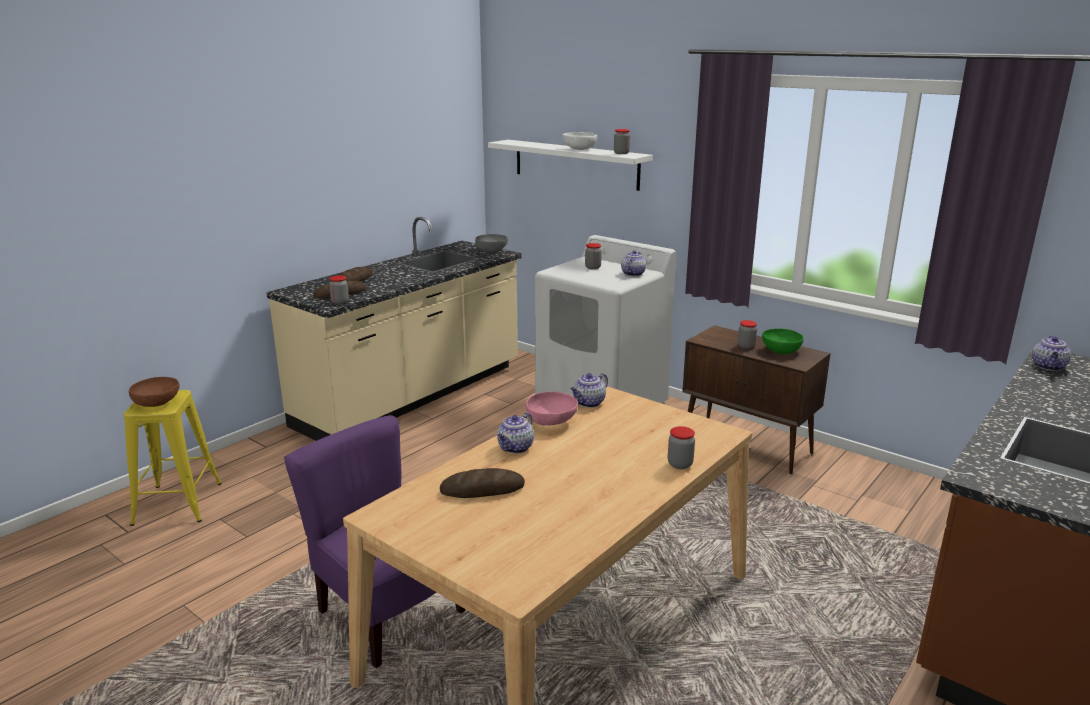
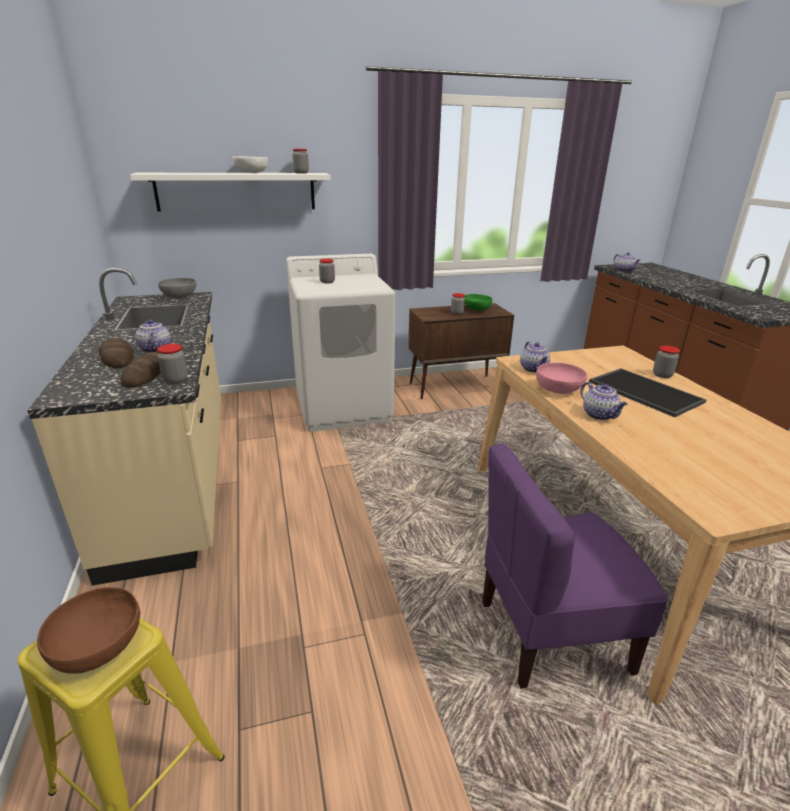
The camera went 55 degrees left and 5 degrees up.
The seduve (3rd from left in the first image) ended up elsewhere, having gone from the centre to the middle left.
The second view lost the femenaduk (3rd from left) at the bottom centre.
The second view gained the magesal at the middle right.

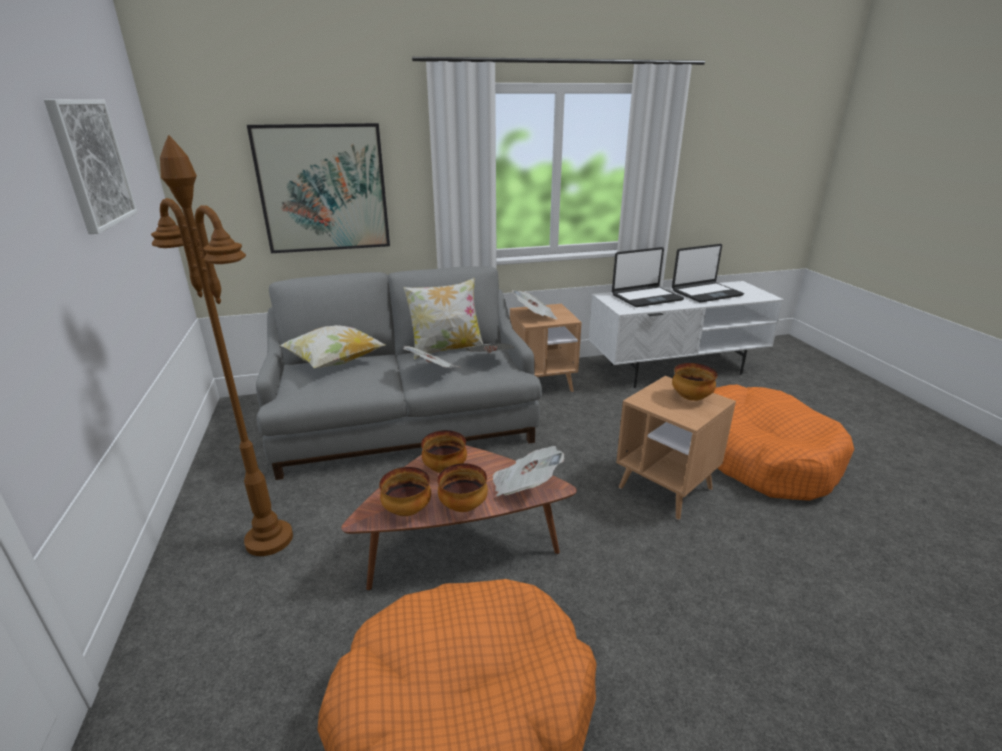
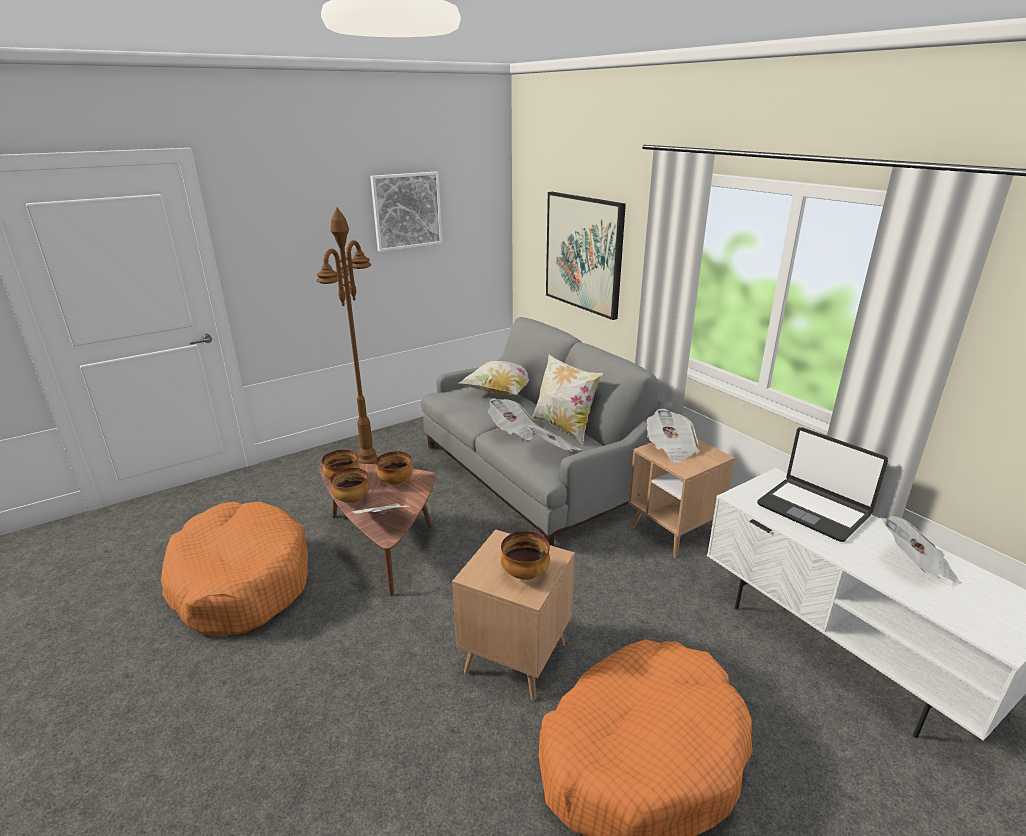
The camera went 70 degrees right and 0 degrees up.
Where the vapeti (2nd from left) stood at the middle right, the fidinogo (5th from left) came to stand at the middle right.

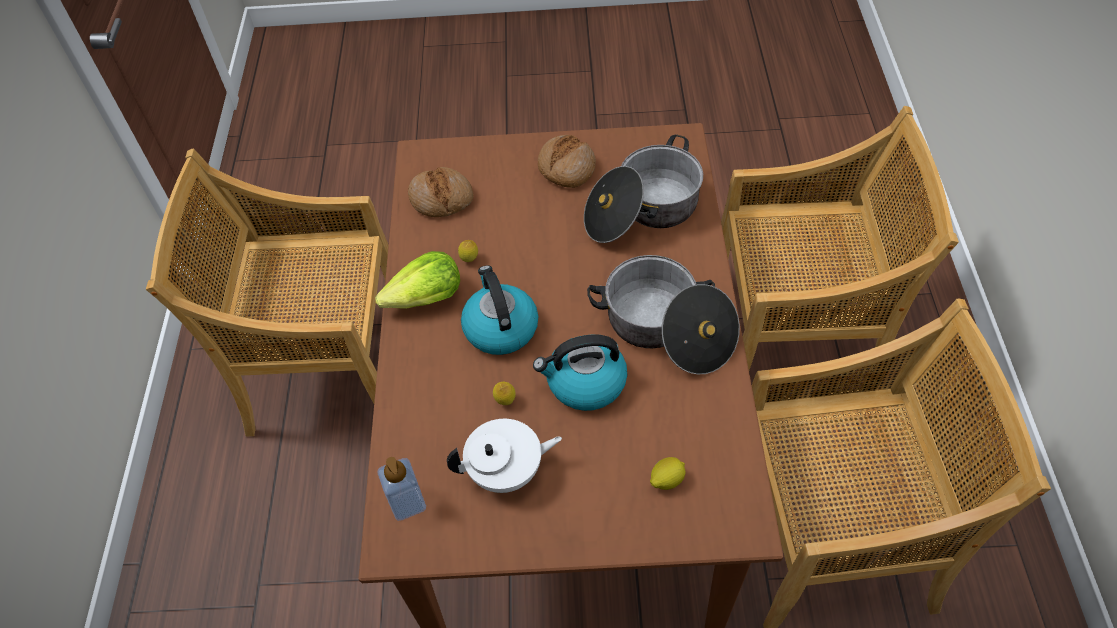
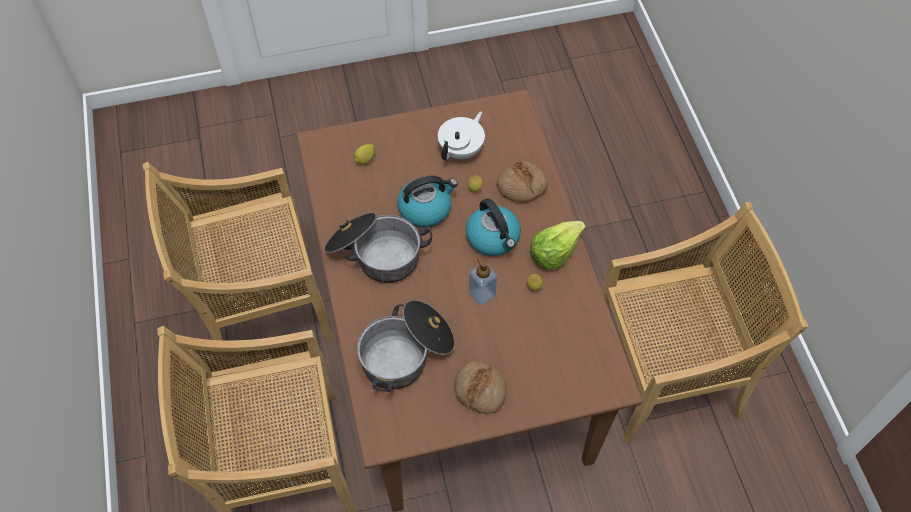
The camera went 165 degrees right and 5 degrees up.
The femenaduk (1st from left in the first image) ended up elsewhere, having gone from the top centre to the centre.
The seduve (white) at the bottom centre ended up facing another way, 150 degrees clockwise from before.
The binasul ended up elsewhere, having gone from the bottom centre to the centre.

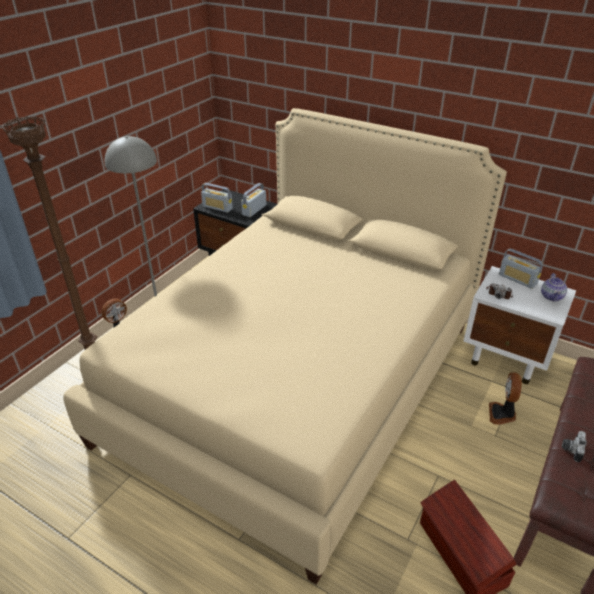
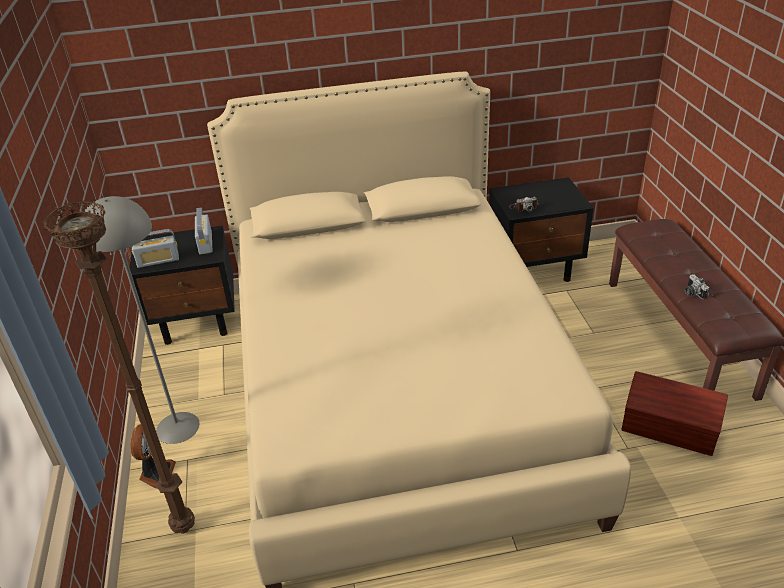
The camera went 40 degrees left and 0 degrees up.
The second view lost the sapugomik (3rd from left) at the middle right.
What was the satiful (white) at the middle right turned into the satiful (black) (2nd from left) at the middle right.
The second view lost the seduve at the middle right.
The second view lost the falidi (2nd from left) at the bottom right.

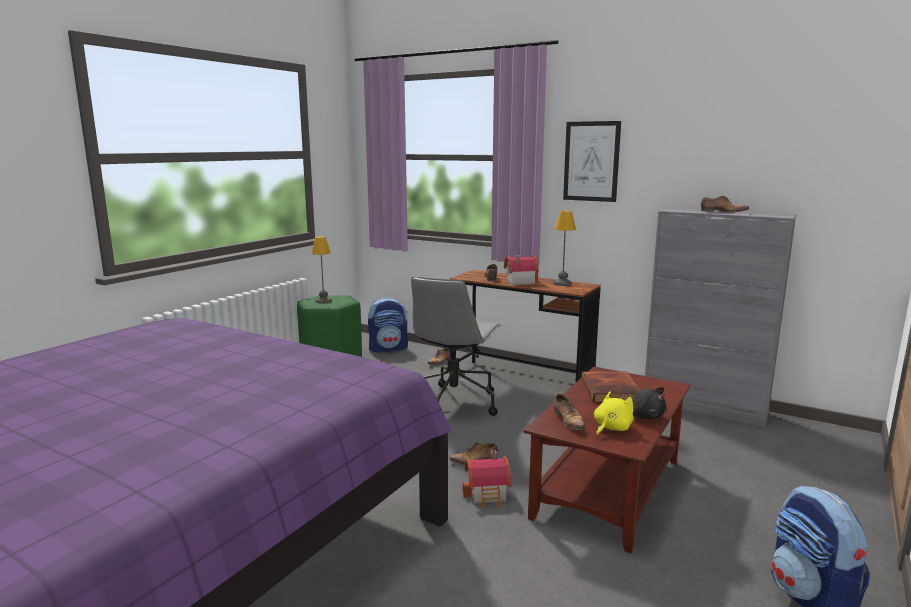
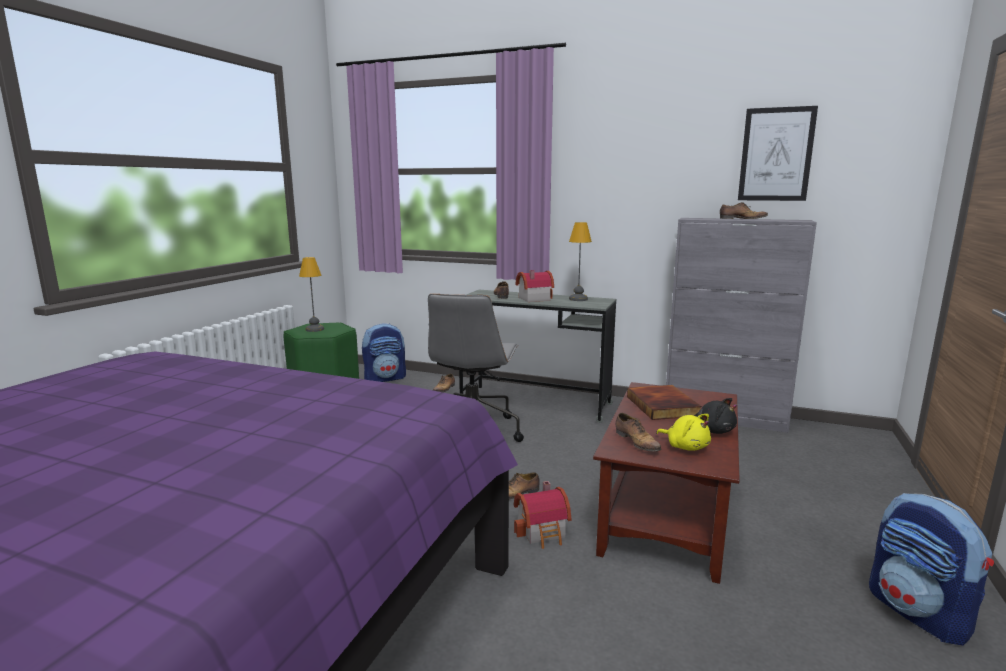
The camera went 10 degrees left and 0 degrees up.
The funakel ended up elsewhere, having gone from the top centre to the top right.
What was the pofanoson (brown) at the centre turned into the pofanoson (grey) at the centre.
The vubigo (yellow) at the bottom right ended up facing another way, 105 degrees clockwise from before.

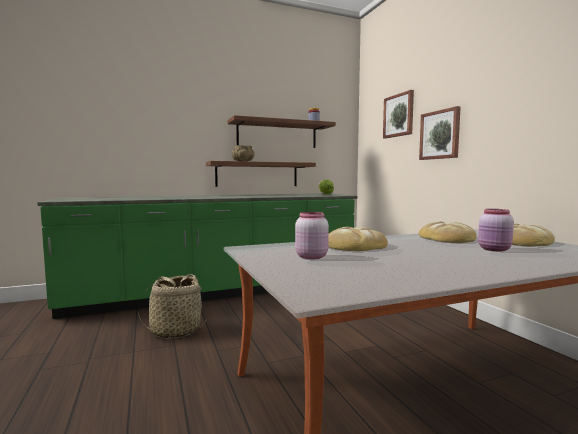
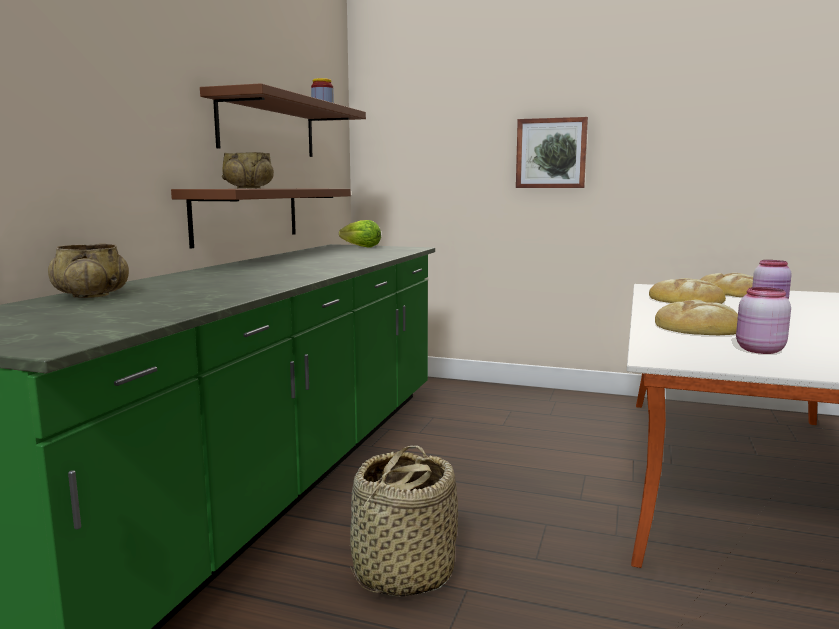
The camera went 50 degrees left and 5 degrees up.
The second view lost the funakel (1st from left) at the top right.
The second view gained the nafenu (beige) (1st from left) at the middle left.

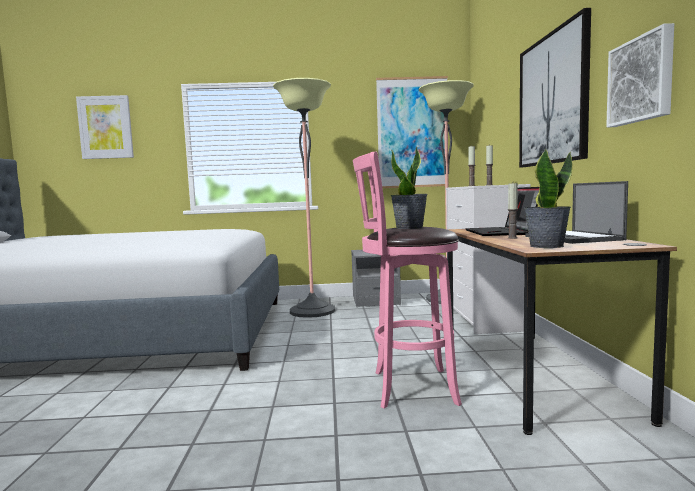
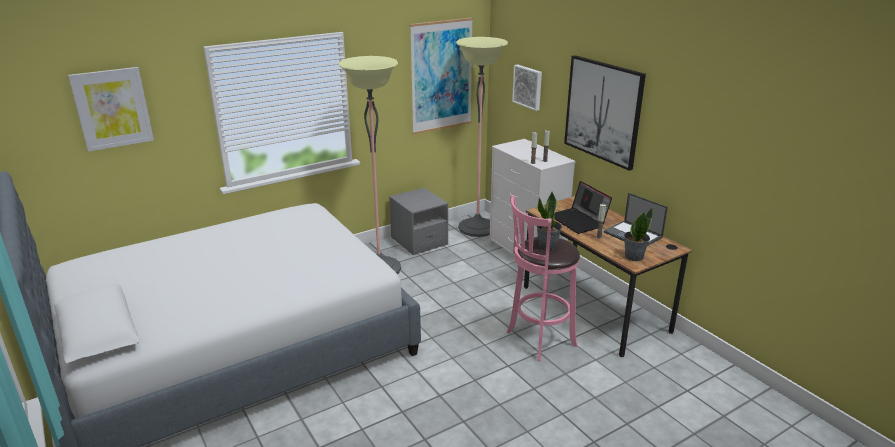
The camera went 30 degrees left and 20 degrees up.
The funakel (4th from left in the first image) ended up elsewhere, having gone from the top right to the top centre.

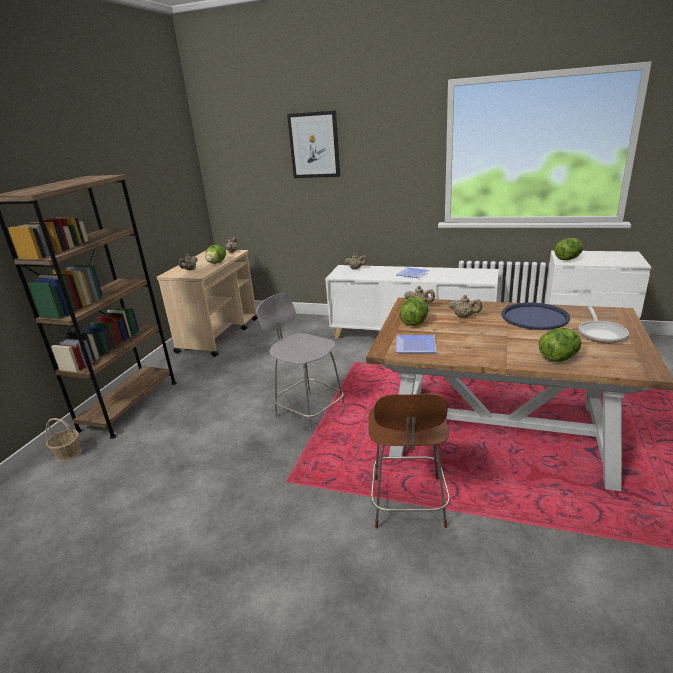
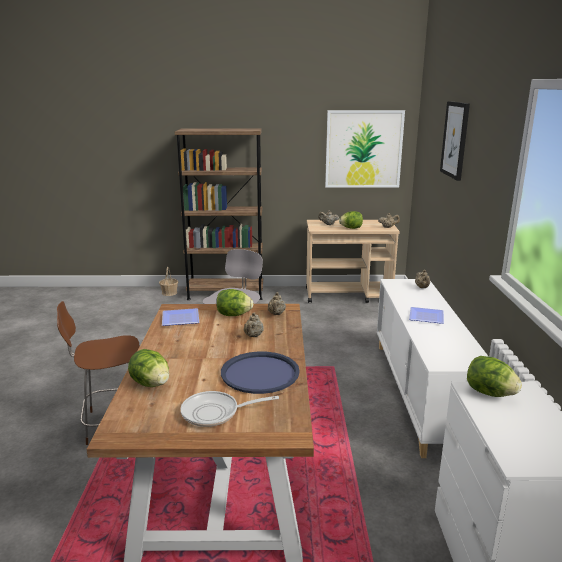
The camera went 70 degrees right and 5 degrees down.
The second view gained the funakel (1st from left) at the top centre.

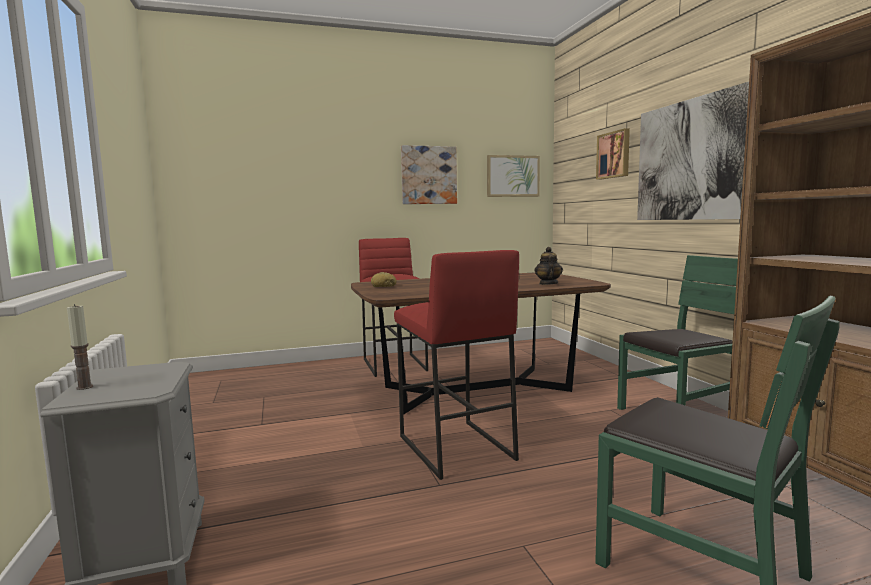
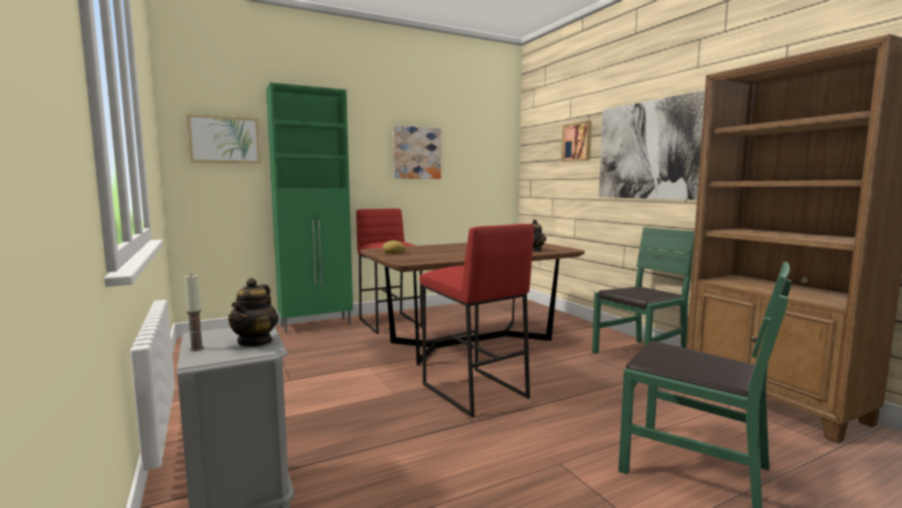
The camera went 10 degrees left and 0 degrees up.
The funakel (2nd from left in the first image) ended up elsewhere, having gone from the top centre to the top left.
The second view gained the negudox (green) at the centre.
The second view gained the seduve (1st from left) at the middle left.

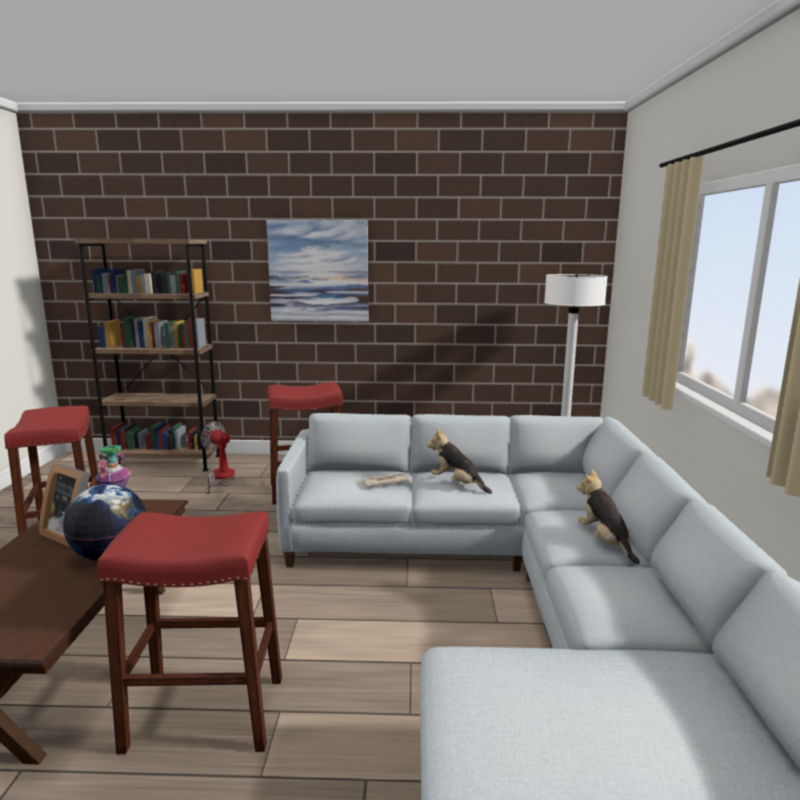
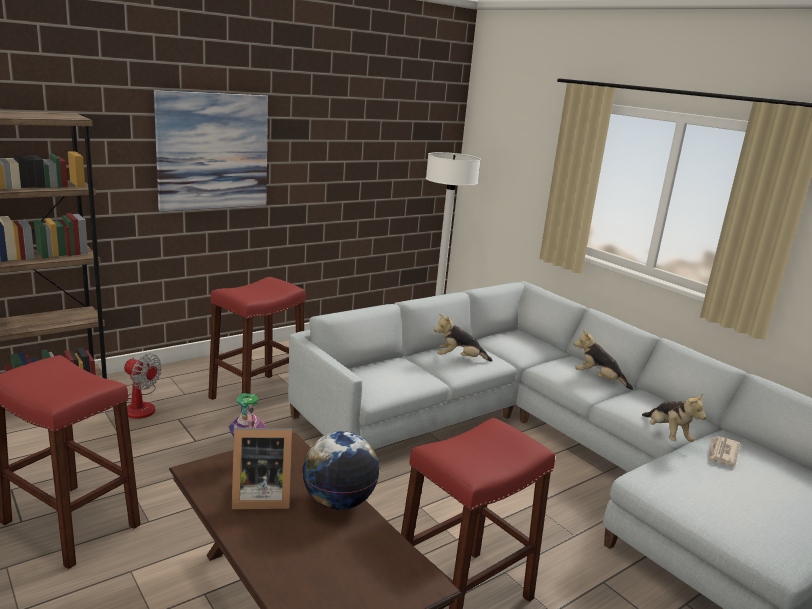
The camera went 40 degrees left and 5 degrees up.
The falidi at the middle left ended up facing another way, 150 degrees counterclockwise from before.
The fidinogo ended up elsewhere, having gone from the centre to the bottom right.
The second view gained the vubigo (3rd from left) at the bottom right.

